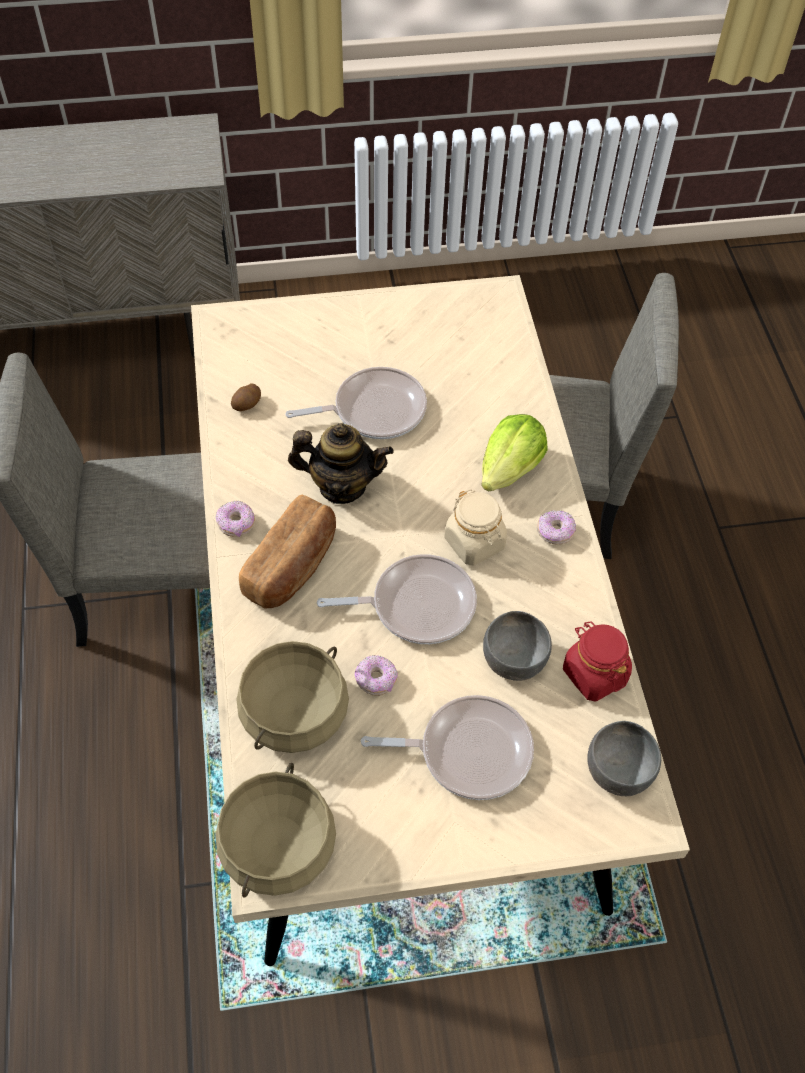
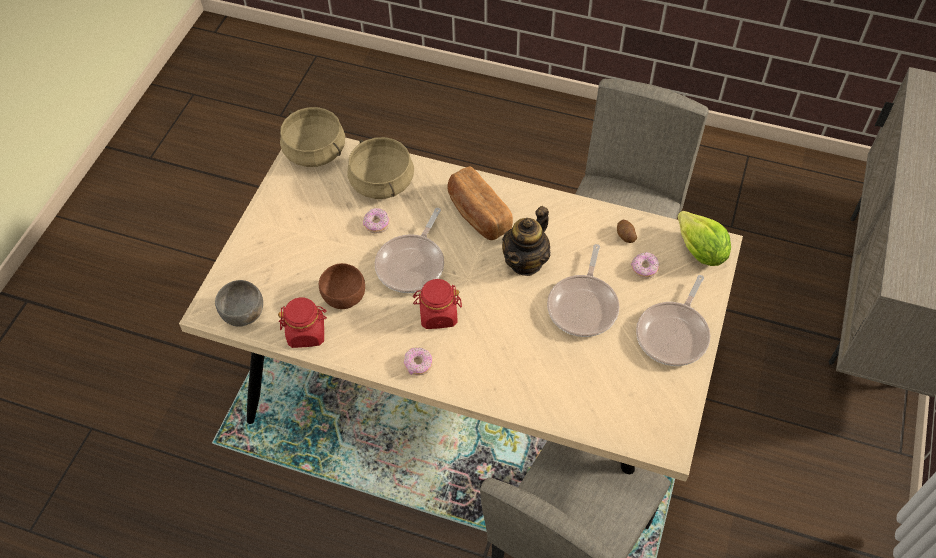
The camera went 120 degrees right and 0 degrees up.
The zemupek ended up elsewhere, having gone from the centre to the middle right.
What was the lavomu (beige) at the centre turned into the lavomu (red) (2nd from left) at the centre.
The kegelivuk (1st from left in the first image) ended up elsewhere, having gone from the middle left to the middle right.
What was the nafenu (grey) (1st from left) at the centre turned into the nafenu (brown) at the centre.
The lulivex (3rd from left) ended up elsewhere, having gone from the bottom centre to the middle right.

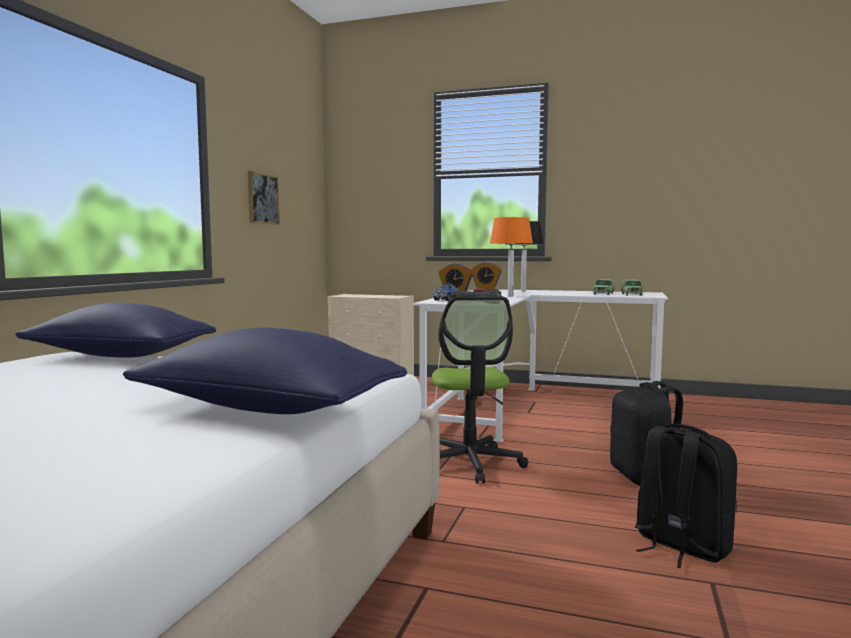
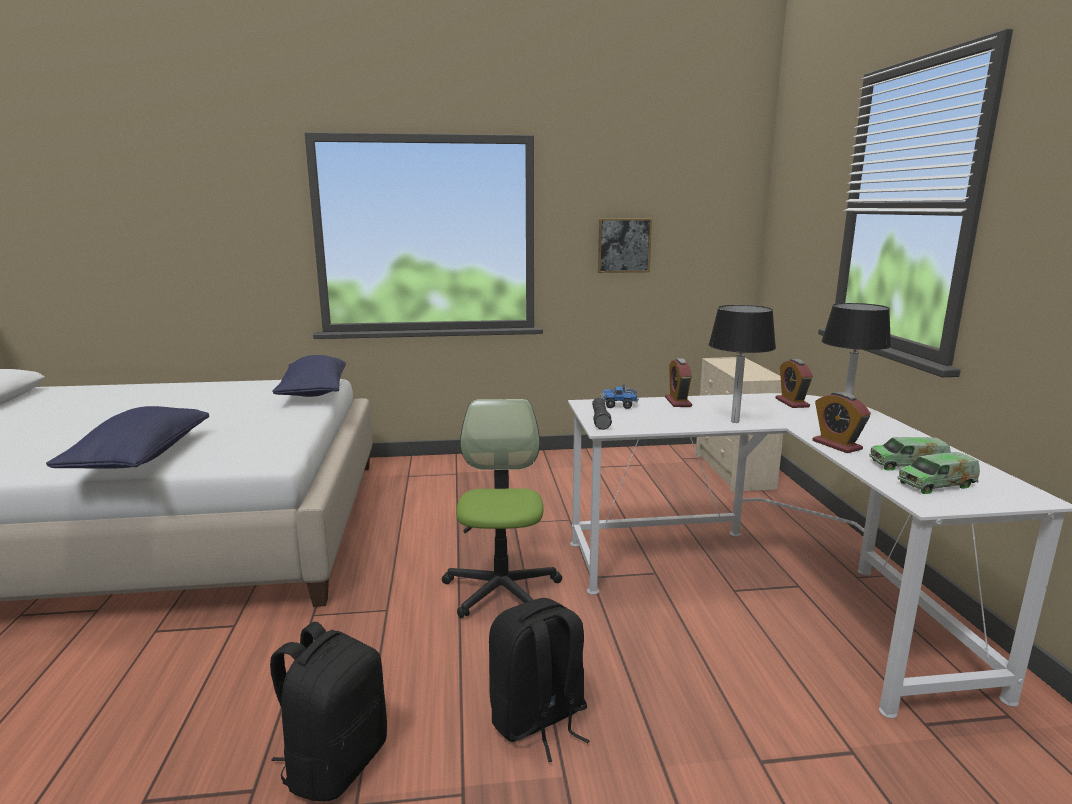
The camera went 65 degrees right and 10 degrees up.
What was the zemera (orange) at the centre turned into the zemera (black) (1st from left) at the middle right.
The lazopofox at the centre ended up facing another way, 120 degrees clockwise from before.
The second view gained the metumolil (3rd from left) at the middle right.

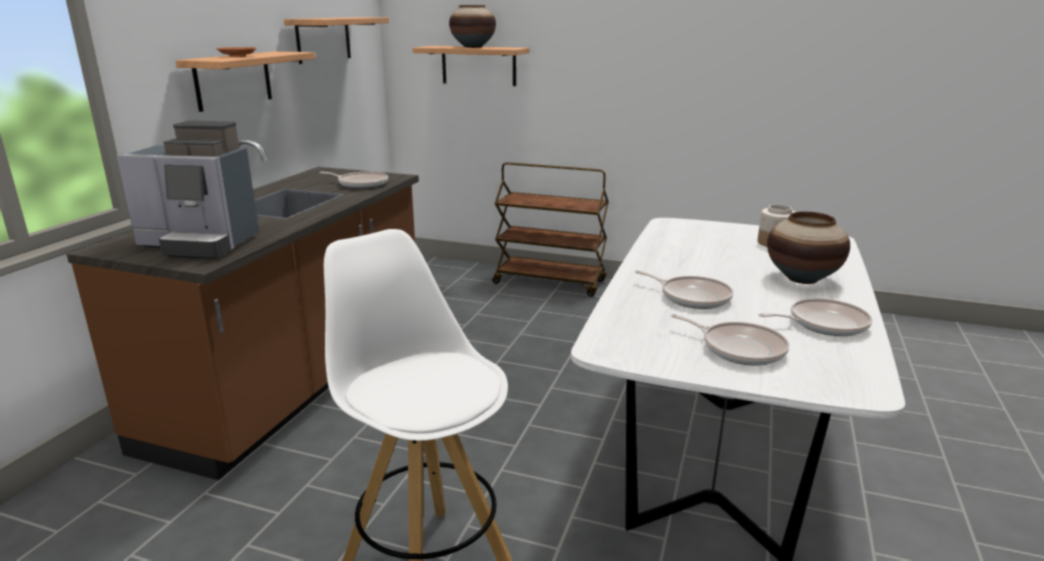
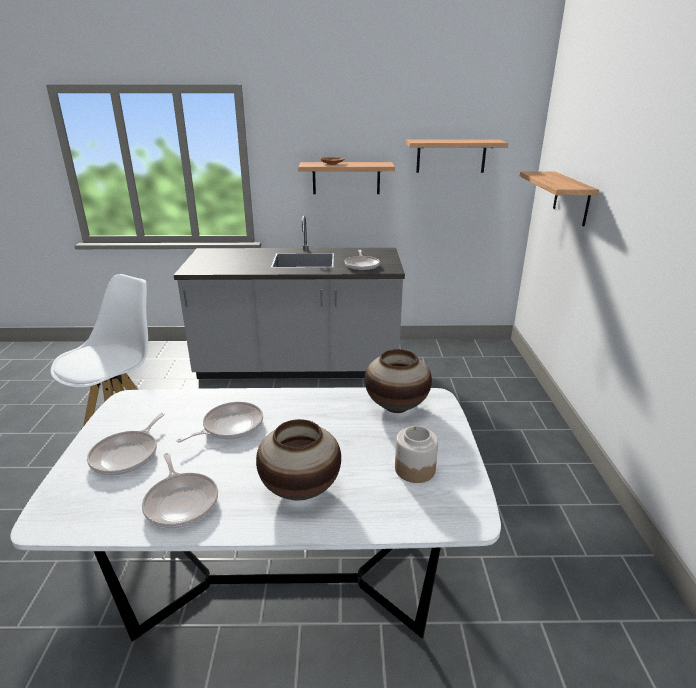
The camera went 70 degrees right and 5 degrees up.
The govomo (1st from left in the first image) ended up elsewhere, having gone from the top centre to the centre.
The second view lost the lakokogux at the middle left.
What was the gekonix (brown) at the middle left turned into the gekonix (grey) at the centre.
The second view lost the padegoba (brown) at the centre.
The lulivex (2nd from left in the first image) at the centre ended up facing another way, 150 degrees counterclockwise from before.

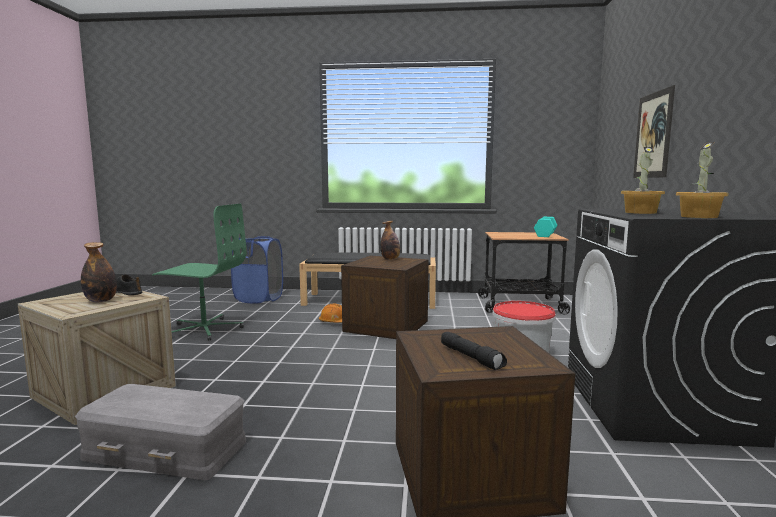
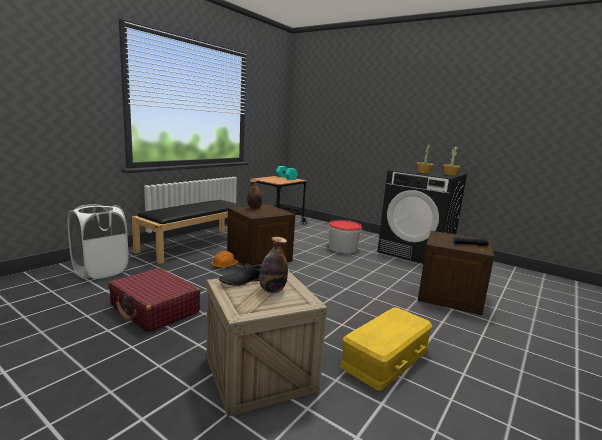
The camera went 60 degrees left and 5 degrees up.
The second view lost the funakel at the top right.
Where the lazopofox (green) stood at the middle left, the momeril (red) came to stand at the bottom left.
What was the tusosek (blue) at the middle left turned into the tusosek (white) at the middle left.
What was the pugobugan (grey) at the bottom left turned into the pugobugan (yellow) at the bottom centre.

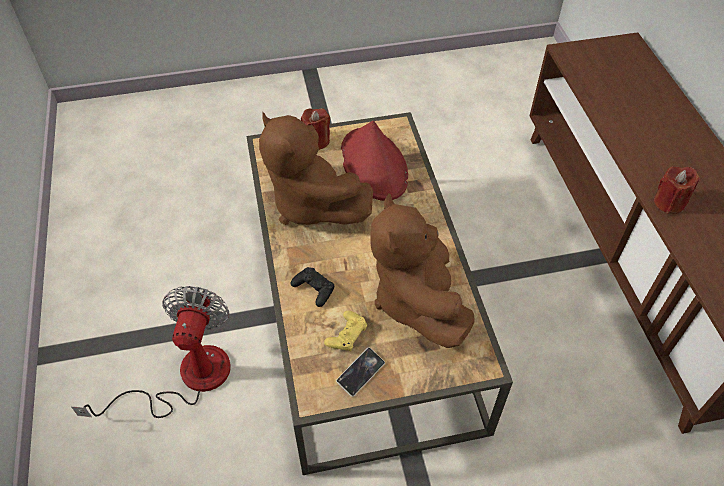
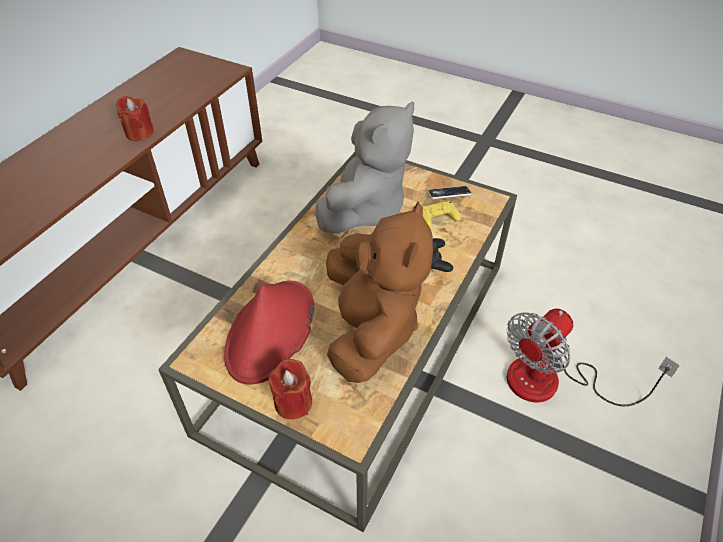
The camera went 140 degrees left and 5 degrees down.
What was the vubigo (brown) (2nd from left) at the centre turned into the vubigo (grey) at the top centre.

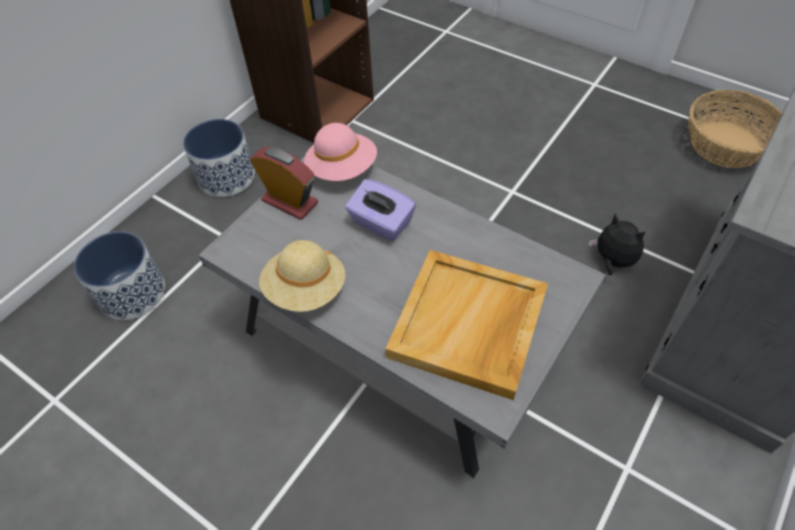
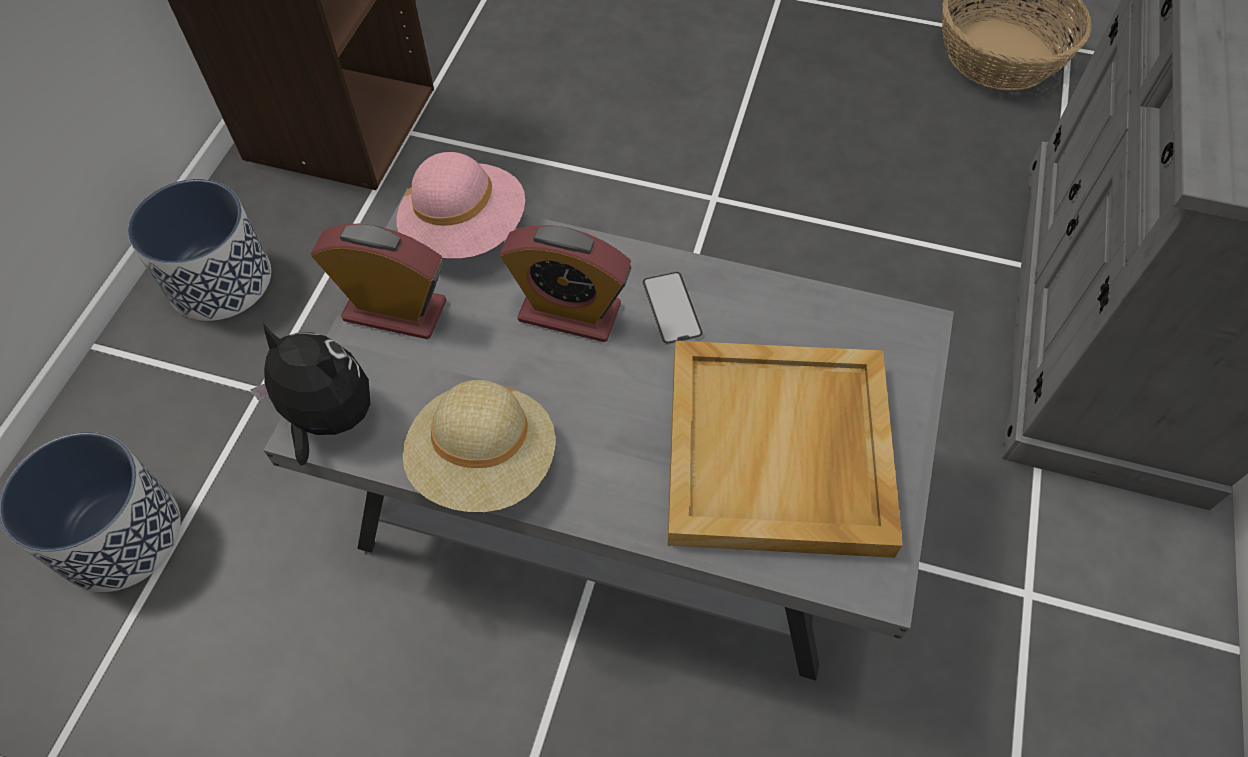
The camera went 20 degrees left and 5 degrees up.
Where the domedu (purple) stood at the centre, the metumolil (2nd from left) came to stand at the centre.
The vubigo ended up elsewhere, having gone from the middle right to the middle left.
The second view gained the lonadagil at the centre.

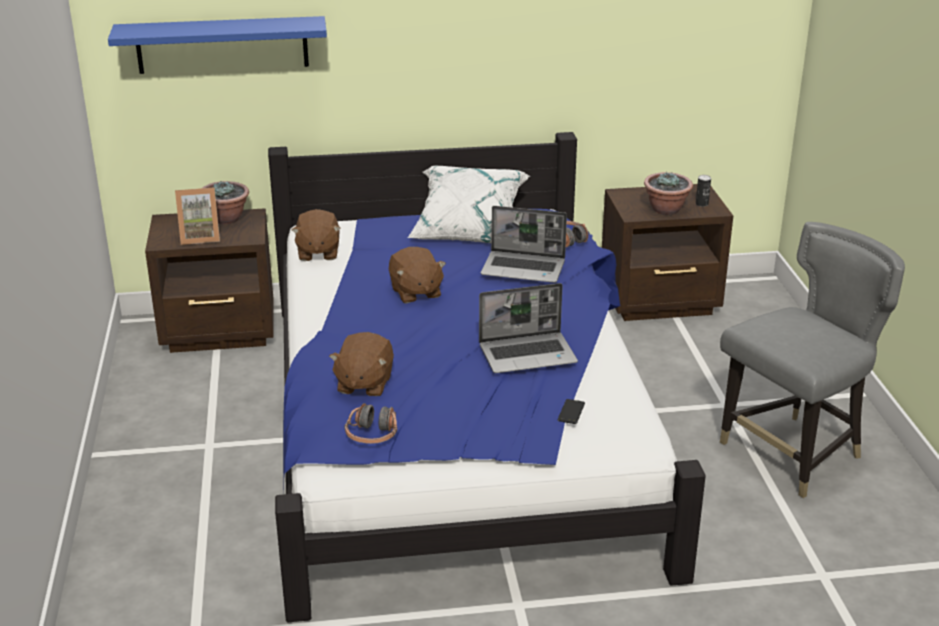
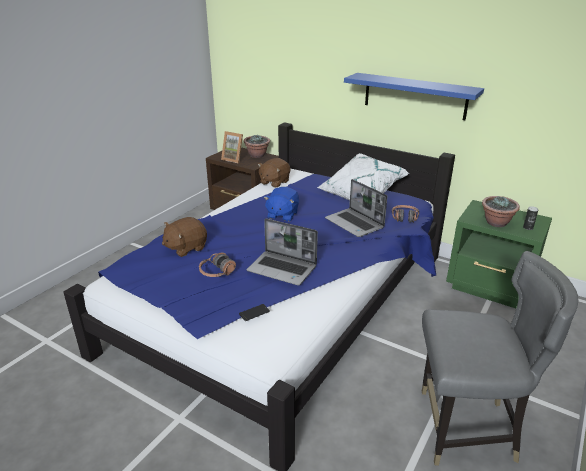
The camera went 40 degrees right and 0 degrees up.
The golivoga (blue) ended up elsewhere, having gone from the top left to the top right.
What was the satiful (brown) (2nd from left) at the middle right turned into the satiful (green) at the middle right.
What was the vubigo (brown) (3rd from left) at the centre turned into the vubigo (blue) at the centre.
The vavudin (1st from left) ended up elsewhere, having gone from the bottom centre to the centre.

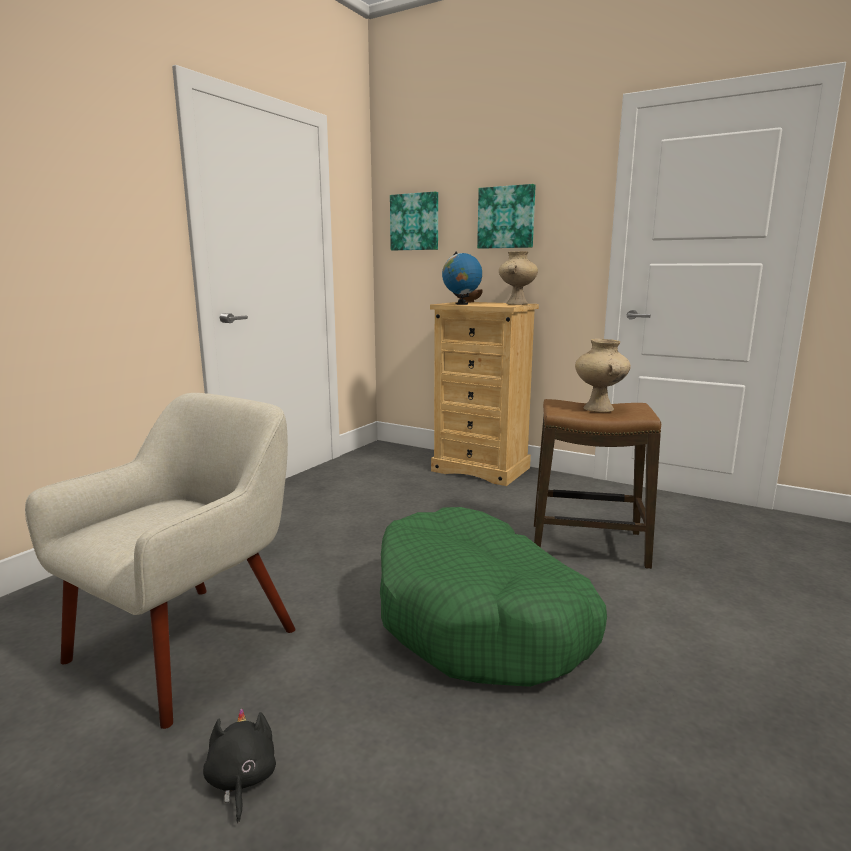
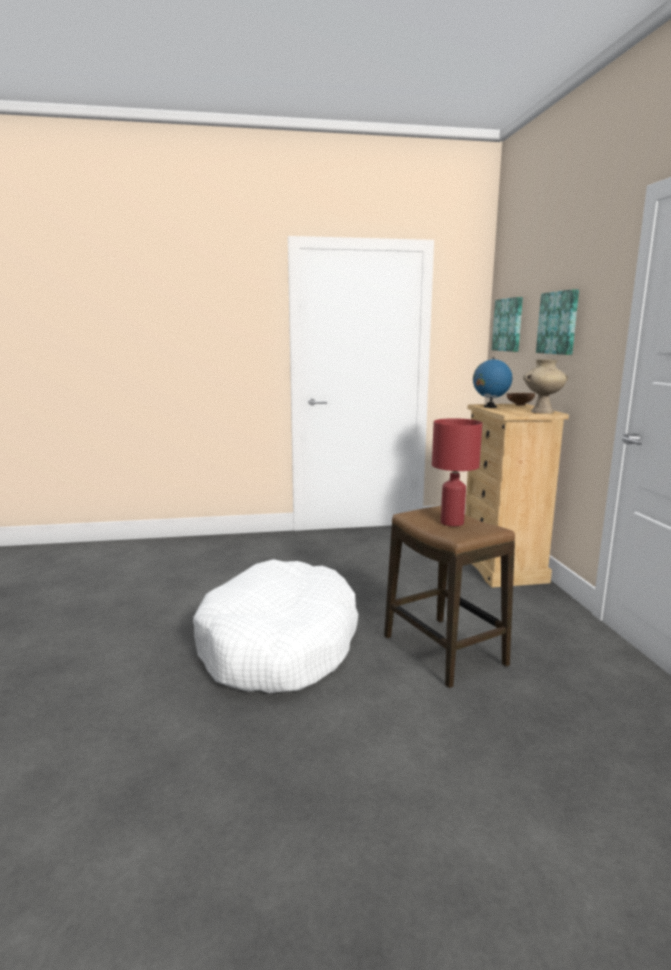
The camera went 50 degrees right and 0 degrees up.
Where the govomo (beige) (2nd from left) stood at the middle right, the zemera (red) came to stand at the middle right.
The second view lost the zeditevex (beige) at the middle left.
What was the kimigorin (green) at the bottom centre turned into the kimigorin (white) at the centre.
The second view lost the vubigo (black) at the bottom left.

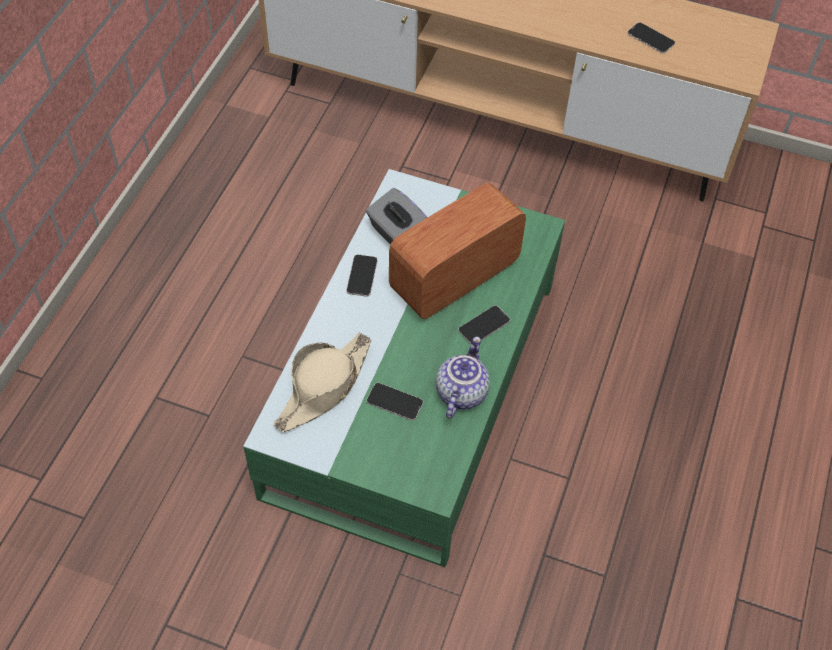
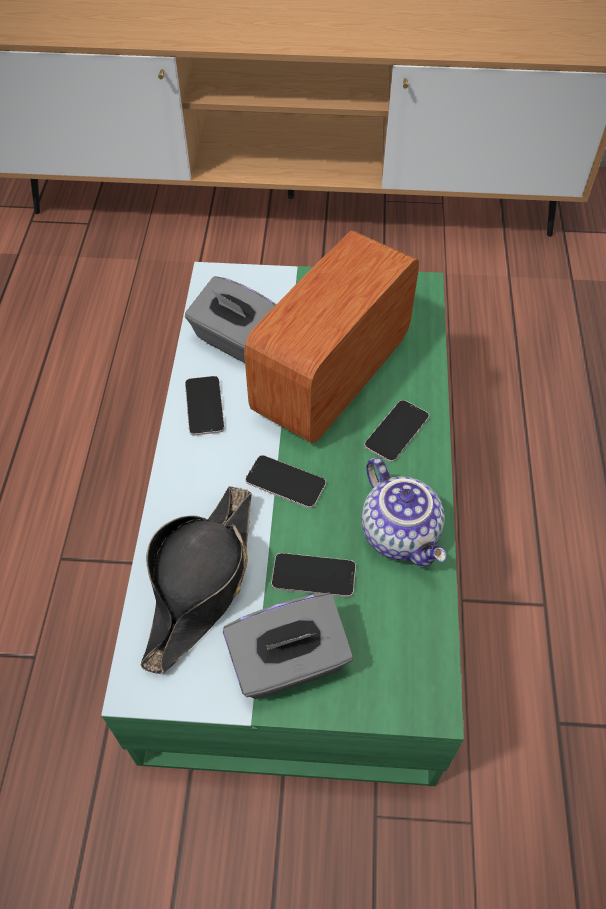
The camera went 15 degrees left and 0 degrees up.
The lonadagil (4th from left in the first image) ended up elsewhere, having gone from the top right to the centre.
What was the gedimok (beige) at the centre turned into the gedimok (black) at the middle left.
The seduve at the centre ended up facing another way, 150 degrees clockwise from before.
The second view gained the domedu (grey) (2nd from left) at the bottom centre.

